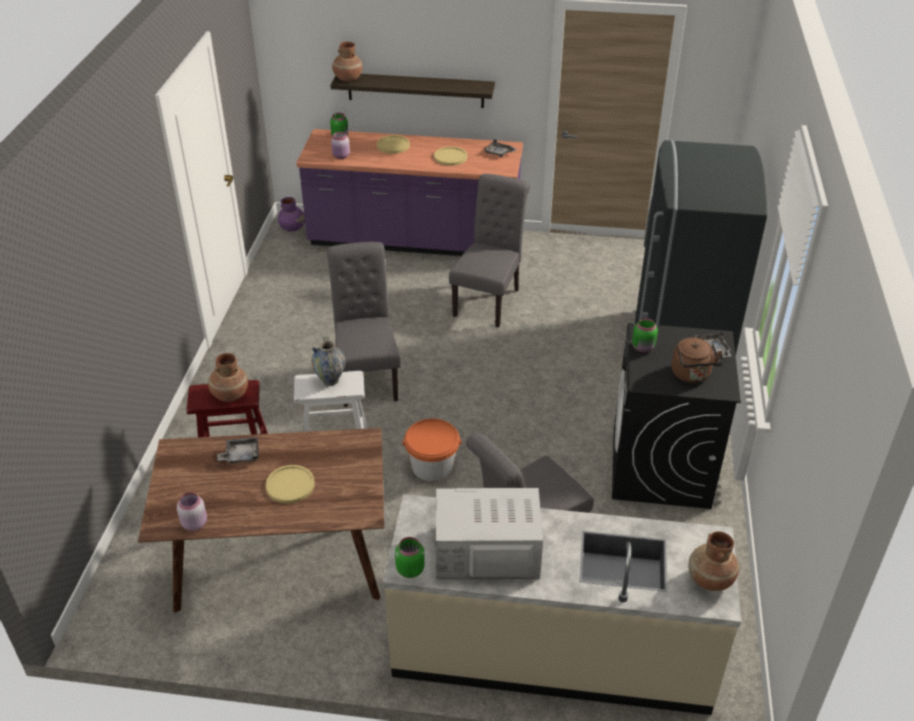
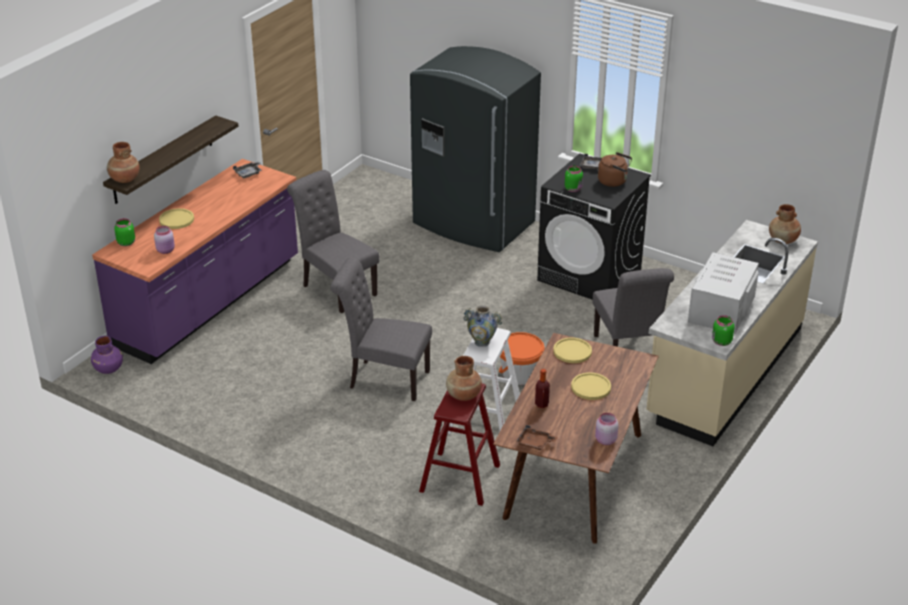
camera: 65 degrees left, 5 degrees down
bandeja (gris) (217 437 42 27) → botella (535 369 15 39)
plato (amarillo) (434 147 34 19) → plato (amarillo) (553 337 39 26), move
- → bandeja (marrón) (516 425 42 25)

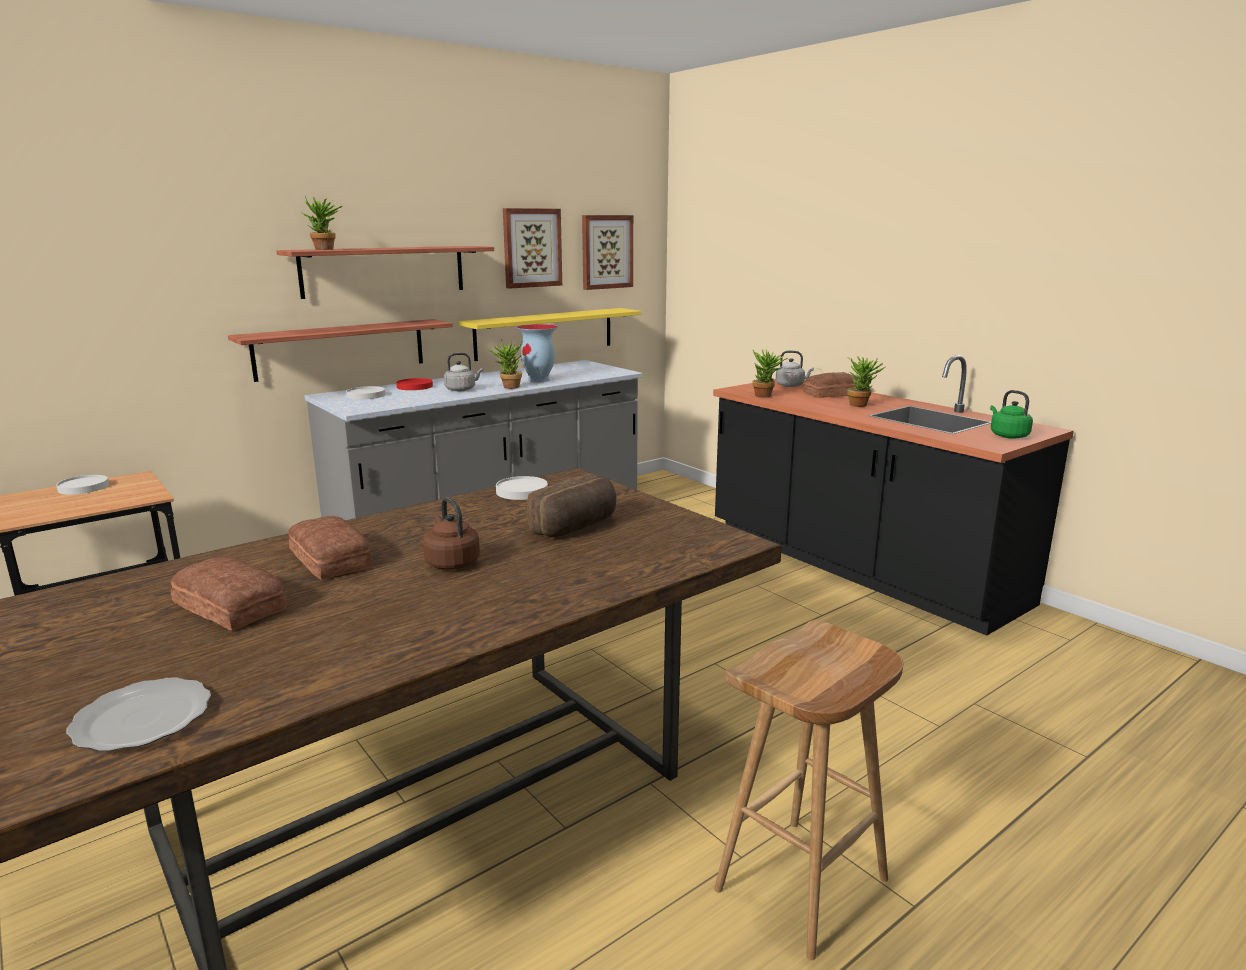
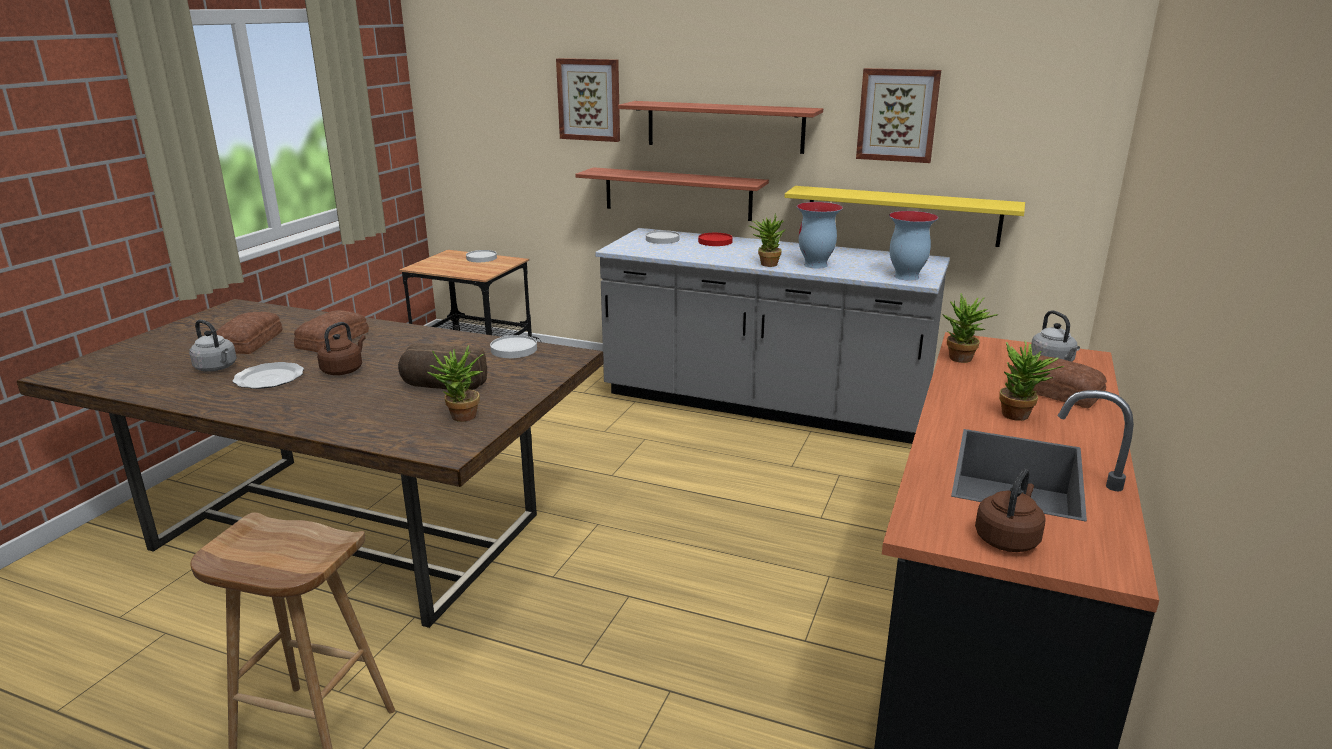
camera: 60 degrees right, 5 degrees up
plato (66 678 145 73) → plato (232 362 72 27), move
planta en maceta (301 196 41 54) → planta en maceta (427 345 57 77), move
hervidor (gris) (444 353 39 38) → hervidor (gris) (189 320 48 52), move
cuadro (582 215 51 75) → cuadro (556 58 64 84), move
hervidor (verde) (990 390 43 49) → hervidor (marrón) (975 469 71 83)
- → florero (889 211 49 70)

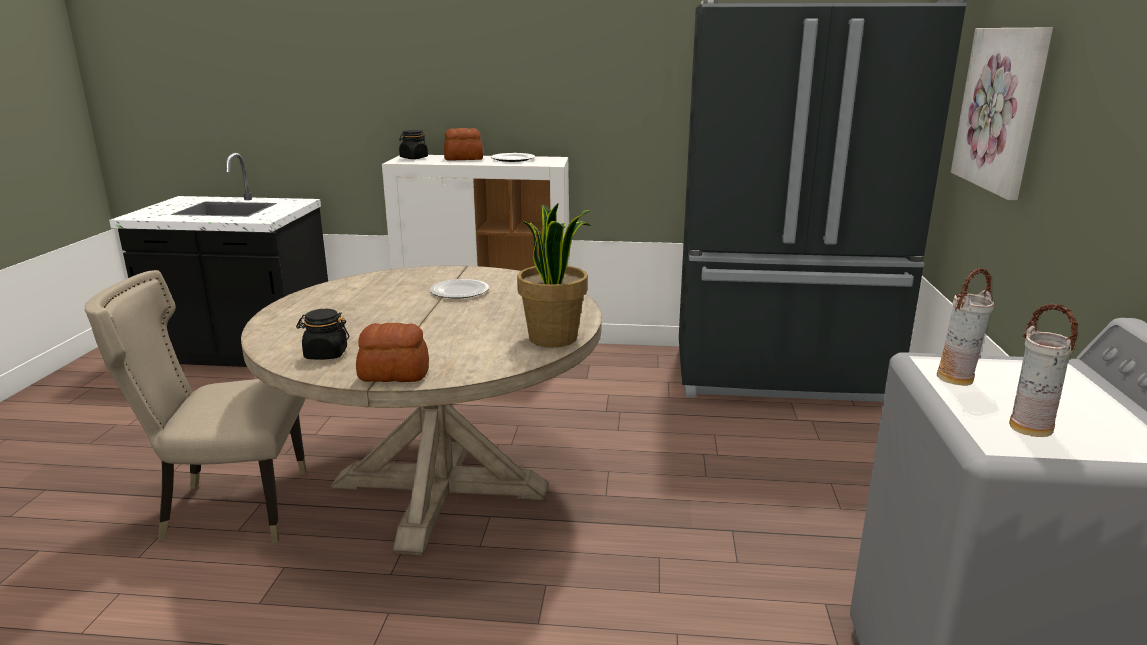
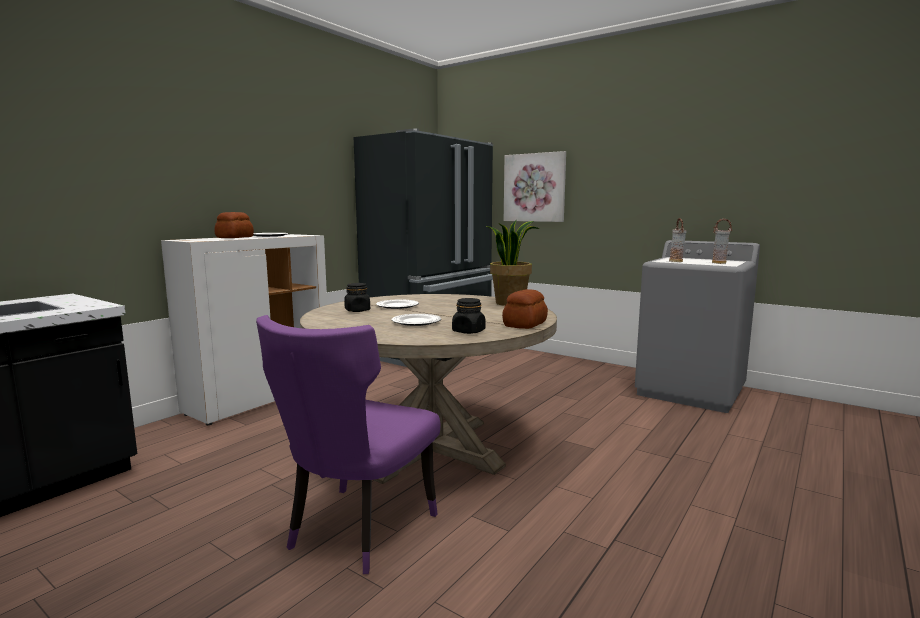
camera: 60 degrees left, 10 degrees down
silla (beis) (85 270 222 274) → silla (morado) (256 315 184 259)
tarro (negro) (399 130 29 29) → tarro (negro) (344 283 26 29), move
- → plato (392 314 49 12)

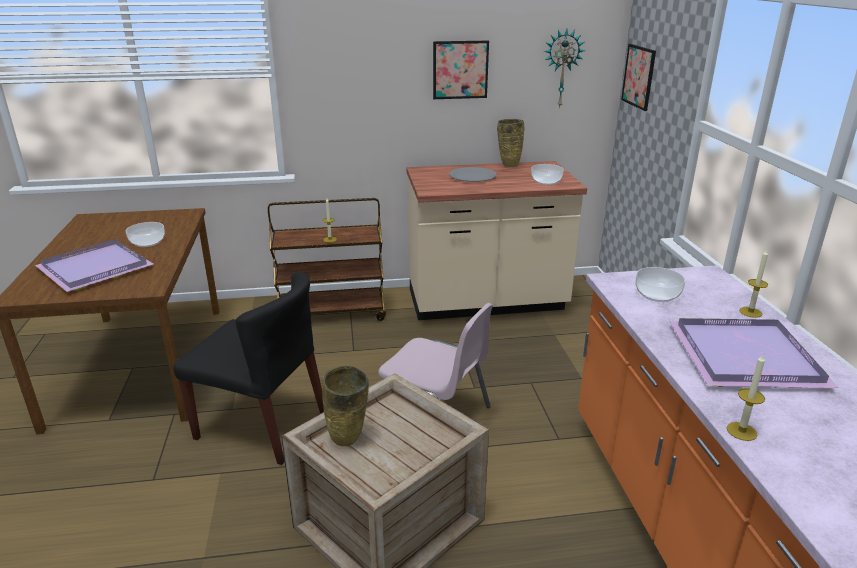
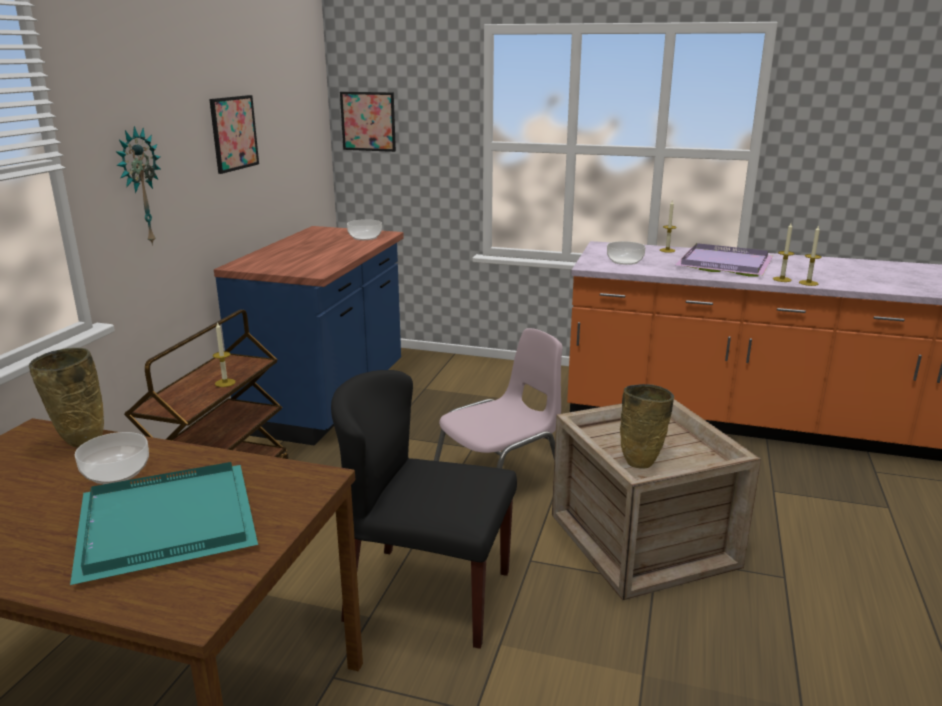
camera: 65 degrees left, 5 degrees down
bandeja (morado) (35 239 118 53) → bandeja (turquesa) (70 462 188 123)
silla (negro) (174 272 150 193) → silla (negro) (331 370 186 279), 120 degrees counterclockwise
mueble bajo de cocina (beis) (407 161 180 159) → mueble bajo de cocina (azul) (214 226 190 219)
plato (gris) (450 167 47 15) → -
florero (beis) (497 119 27 48) → florero (beis) (29 348 75 100), move
reloj de pared (544 29 41 79) → reloj de pared (116 126 45 120), move
- → vela (773 223 21 59)

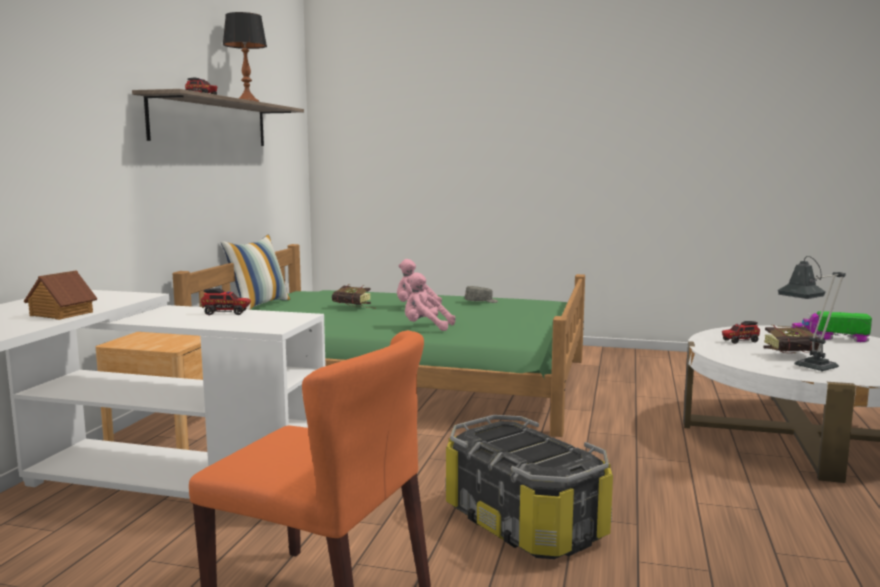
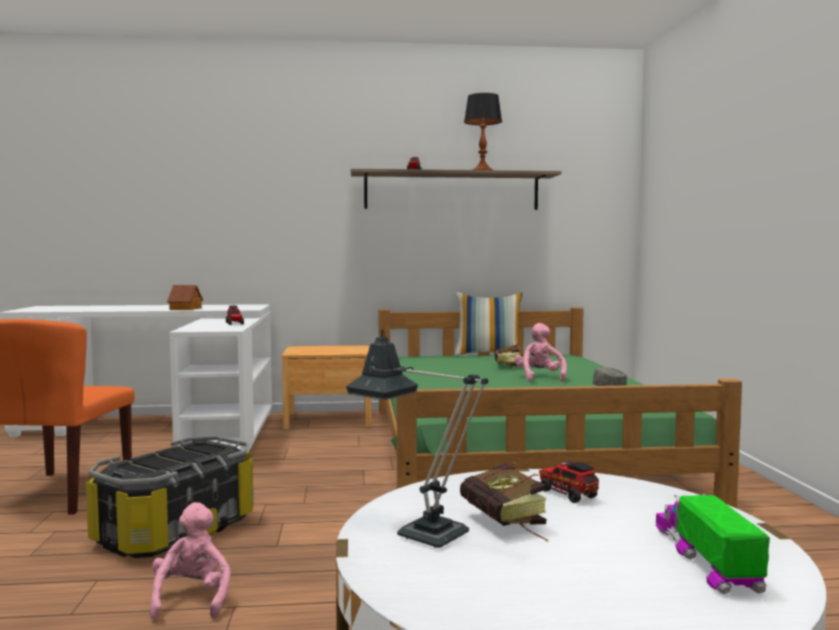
camera: 70 degrees right, 5 degrees down
peluche (rosa) (405 272 50 59) → peluche (rosa) (149 502 82 117), move

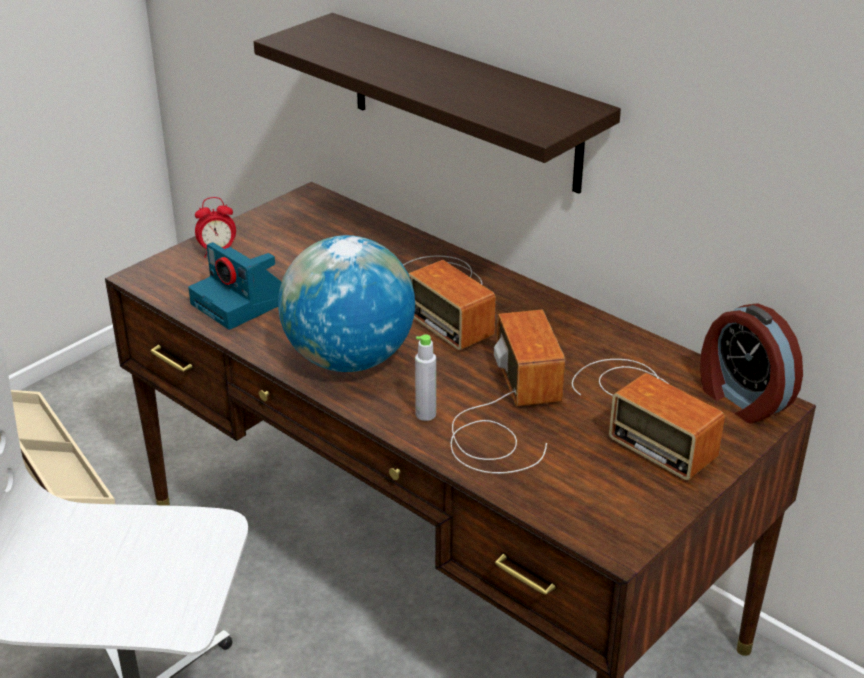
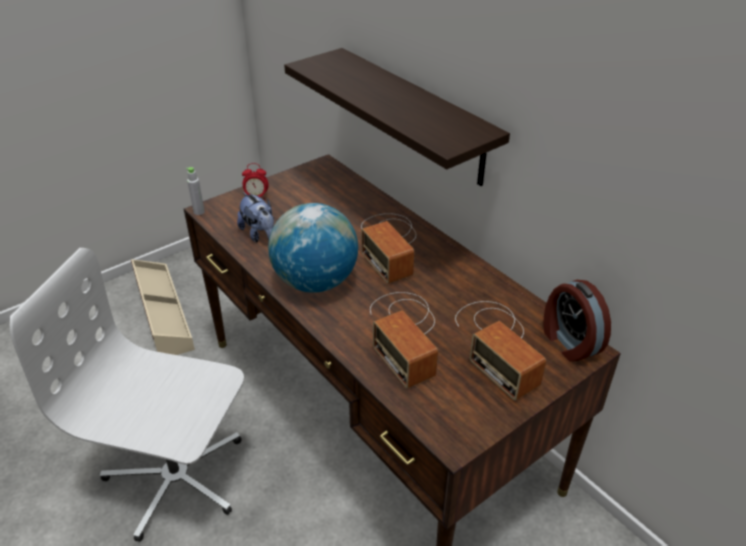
camera: 10 degrees right, 5 degrees up
cámara (188 242 94 88) → peluche (237 192 37 51)
botella (gris) (415 334 21 87) → botella (gris) (186 167 19 48), move
radio (451 310 114 164) → radio (370 292 68 97), 150 degrees clockwise

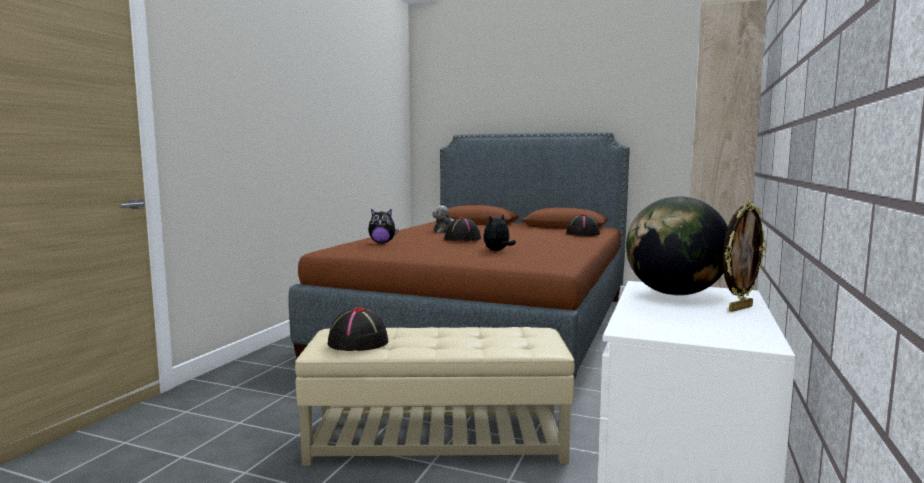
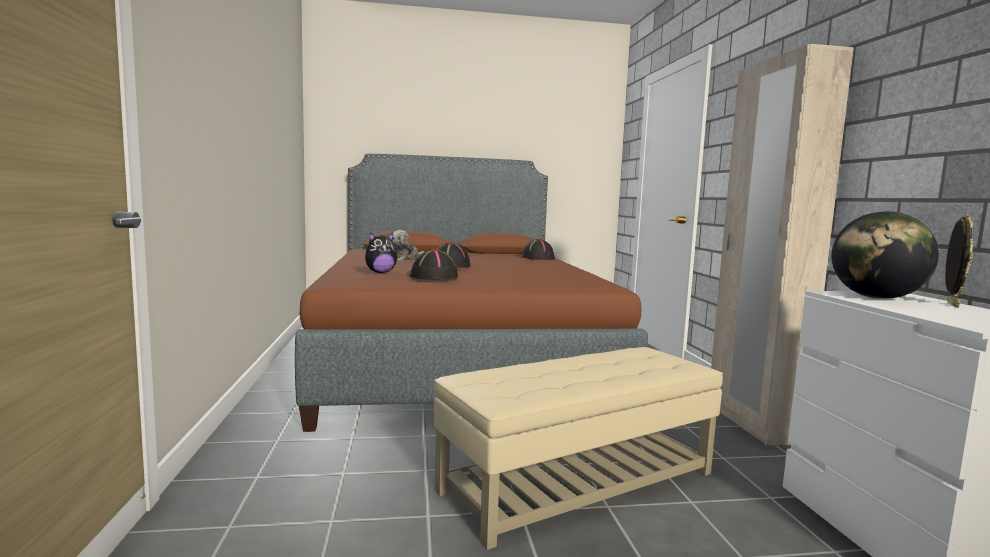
camera: 30 degrees left, 0 degrees up
sombrero (negro) (327 307 61 44) → sombrero (negro) (410 249 48 31), move
peluche (483 215 33 36) → -

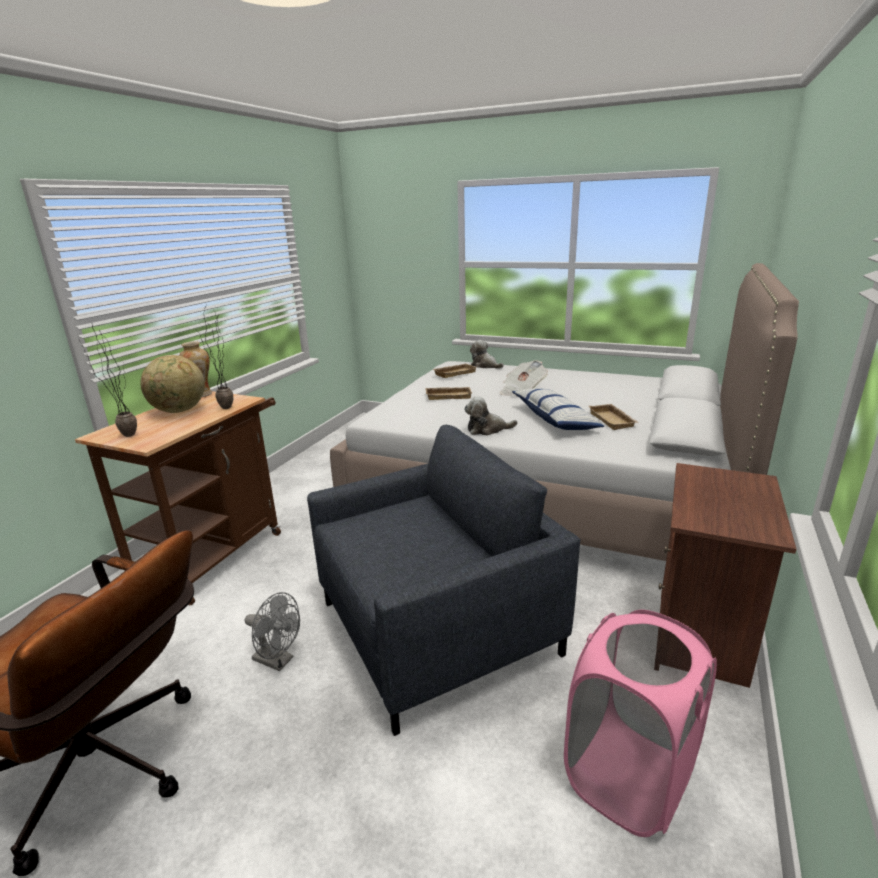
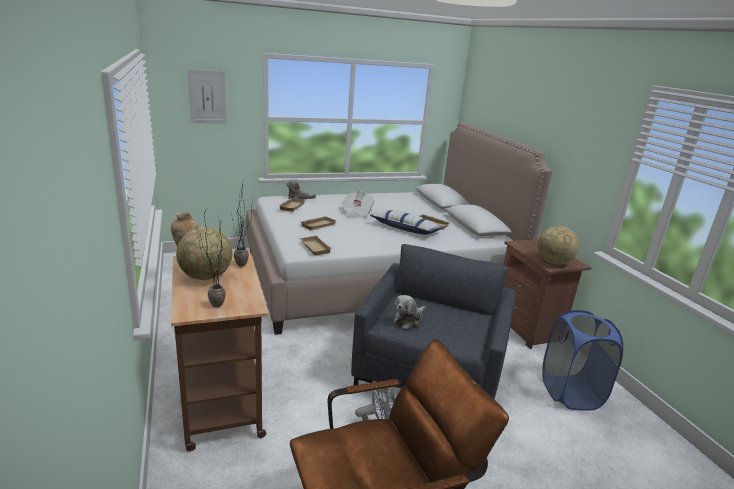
camera: 45 degrees left, 0 degrees up
peluche (464 396 54 40) → peluche (394 295 32 35), move
cesto de la ropa (rosa) (564 610 153 227) → cesto de la ropa (azul) (542 310 81 101)
- → cuadro (188 69 39 54)
- → bandeja (beis) (299 235 34 20)
- → globo terráqueo (537 226 42 39)

